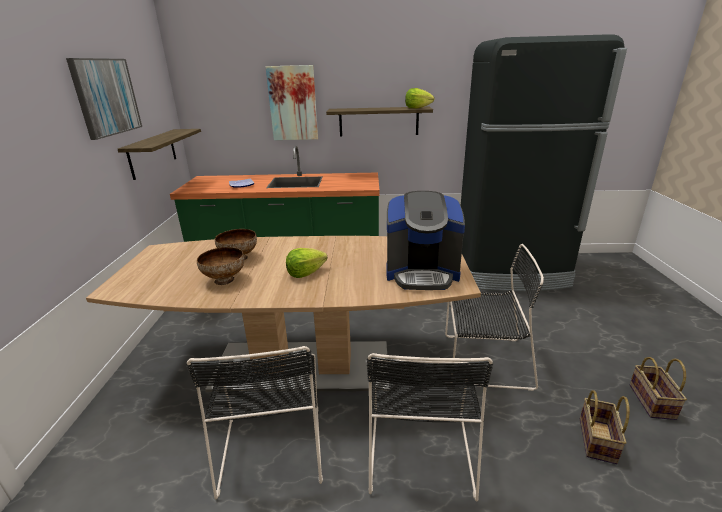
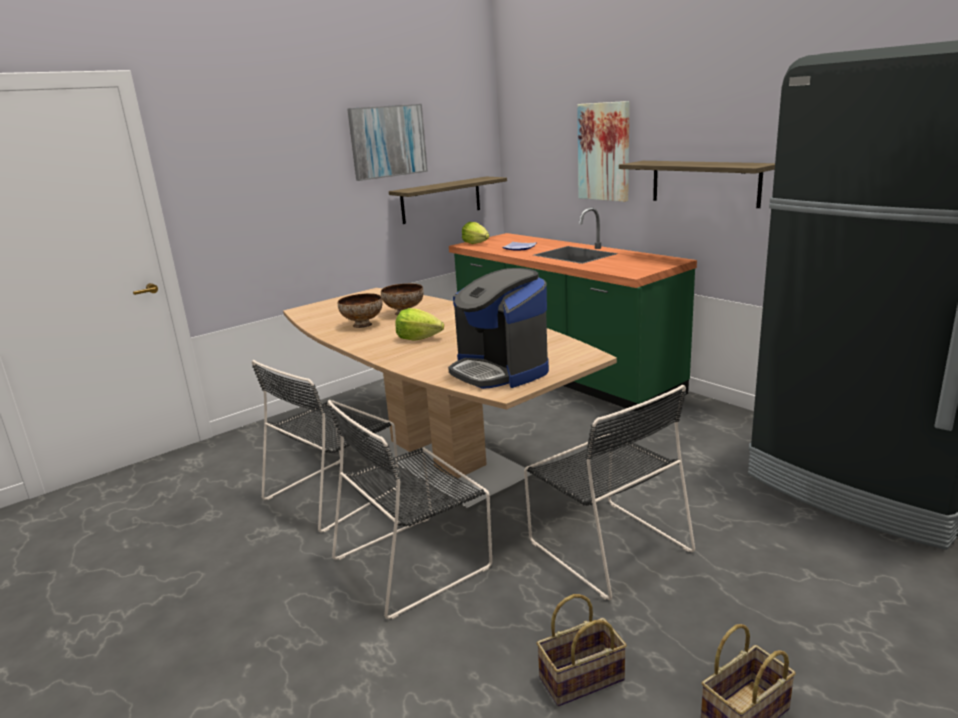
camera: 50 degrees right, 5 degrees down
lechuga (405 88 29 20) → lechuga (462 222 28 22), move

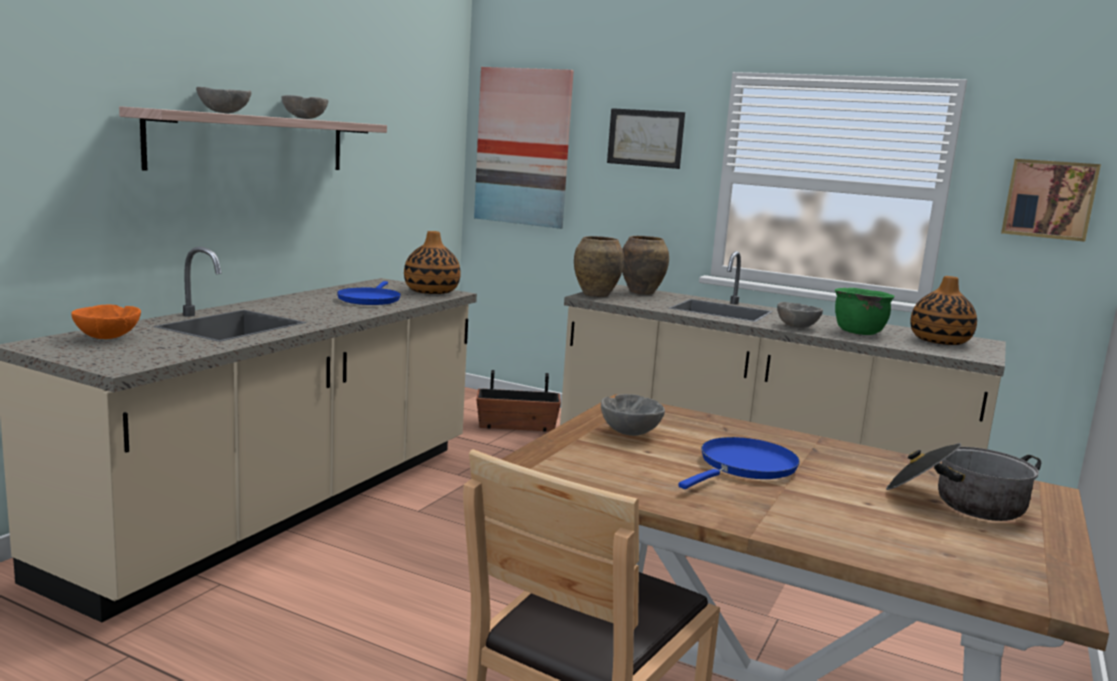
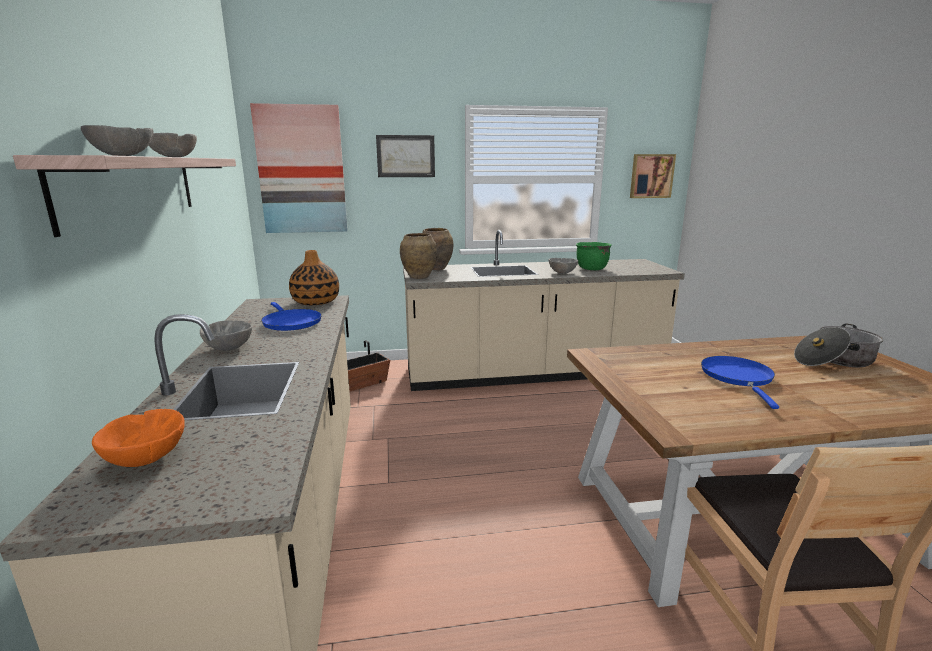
camera: 35 degrees left, 5 degrees up
cuenco (gris) (601 394 64 42) → cuenco (gris) (200 320 52 31), move
florero (910 276 67 69) → -

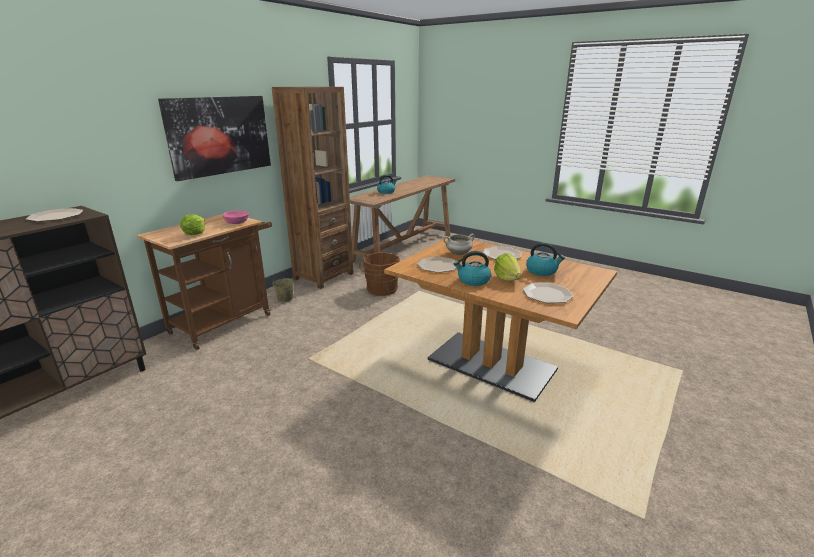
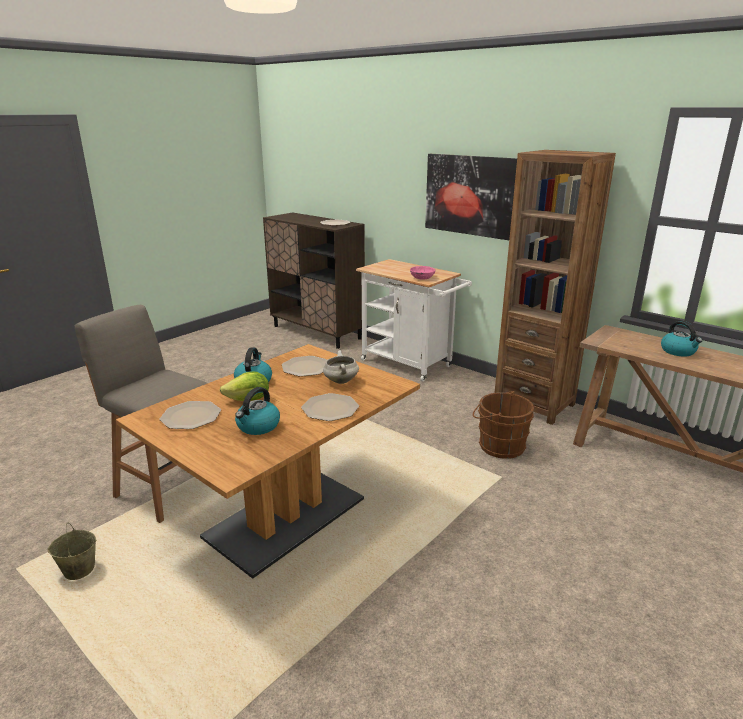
camera: 95 degrees right, 0 degrees up
carrito (marrón) (137 214 135 136) → carrito (blanco) (356 259 116 123)
lechuga (180 214 25 21) → -
cubo (beis) (273 271 21 31) → cubo (beis) (47 523 49 57), move
- → taburete (gris) (75 305 133 218)

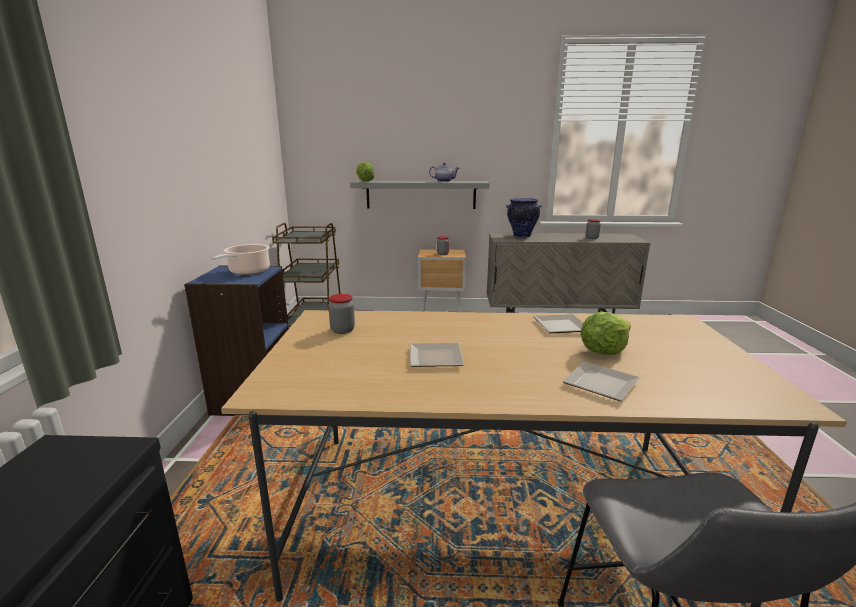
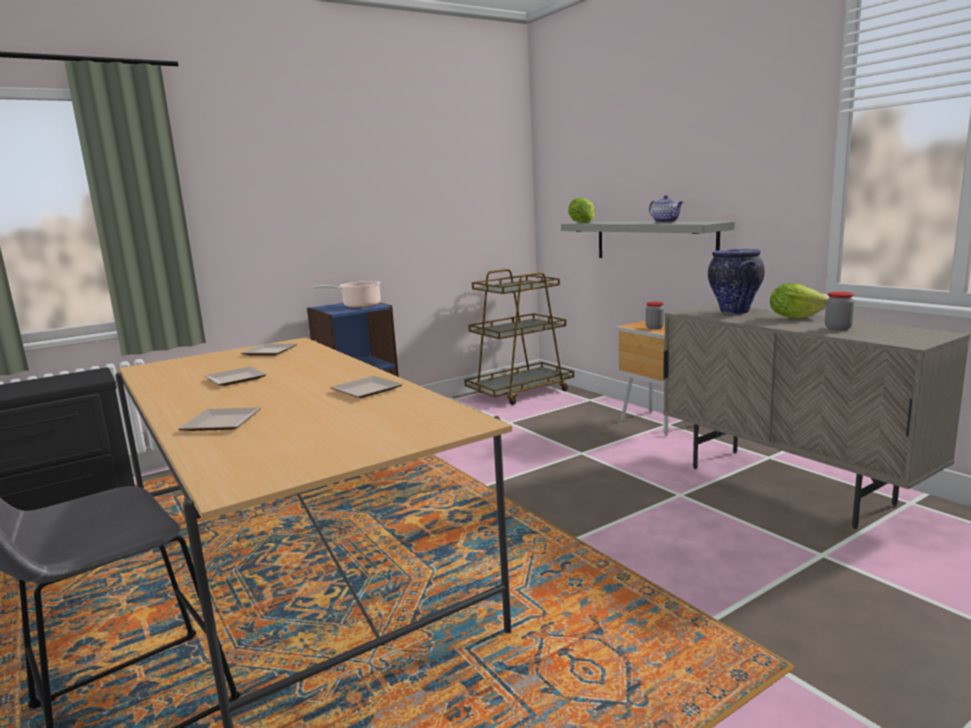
camera: 55 degrees right, 5 degrees down
tarro (328 294 27 40) → plato (241 344 56 12)
lechuga (581 312 50 43) → lechuga (770 283 59 36), move

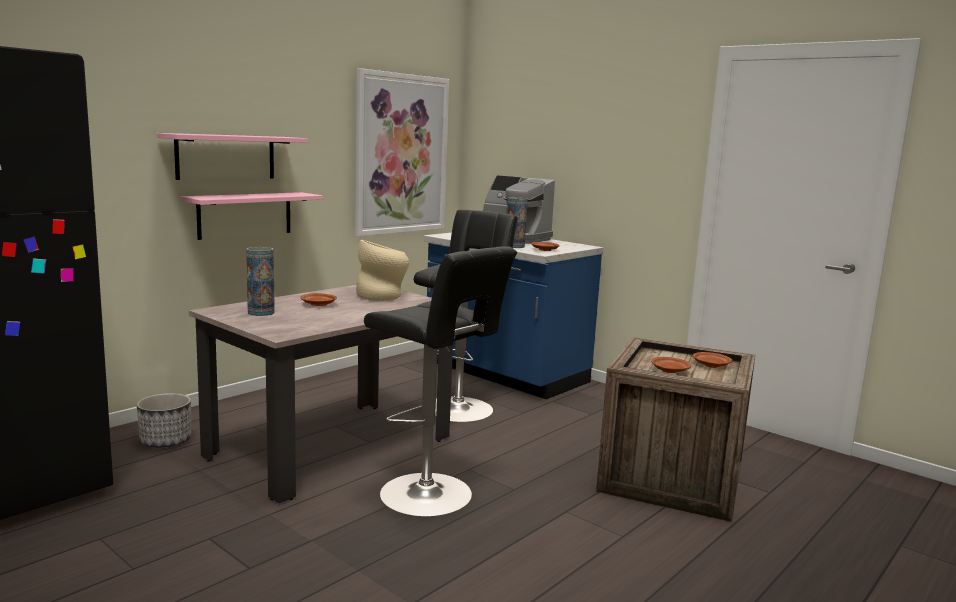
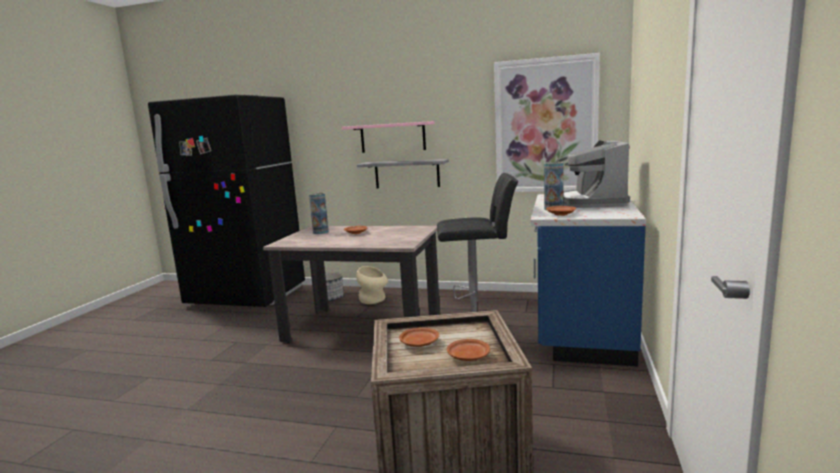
camera: 65 degrees right, 0 degrees up
estante (rosa) (180 192 143 48) → estante (gris) (357 159 92 29)
florero (beis) (356 240 53 61) → florero (beis) (356 266 32 38), move
taburete (negro) (364 246 153 271) → -

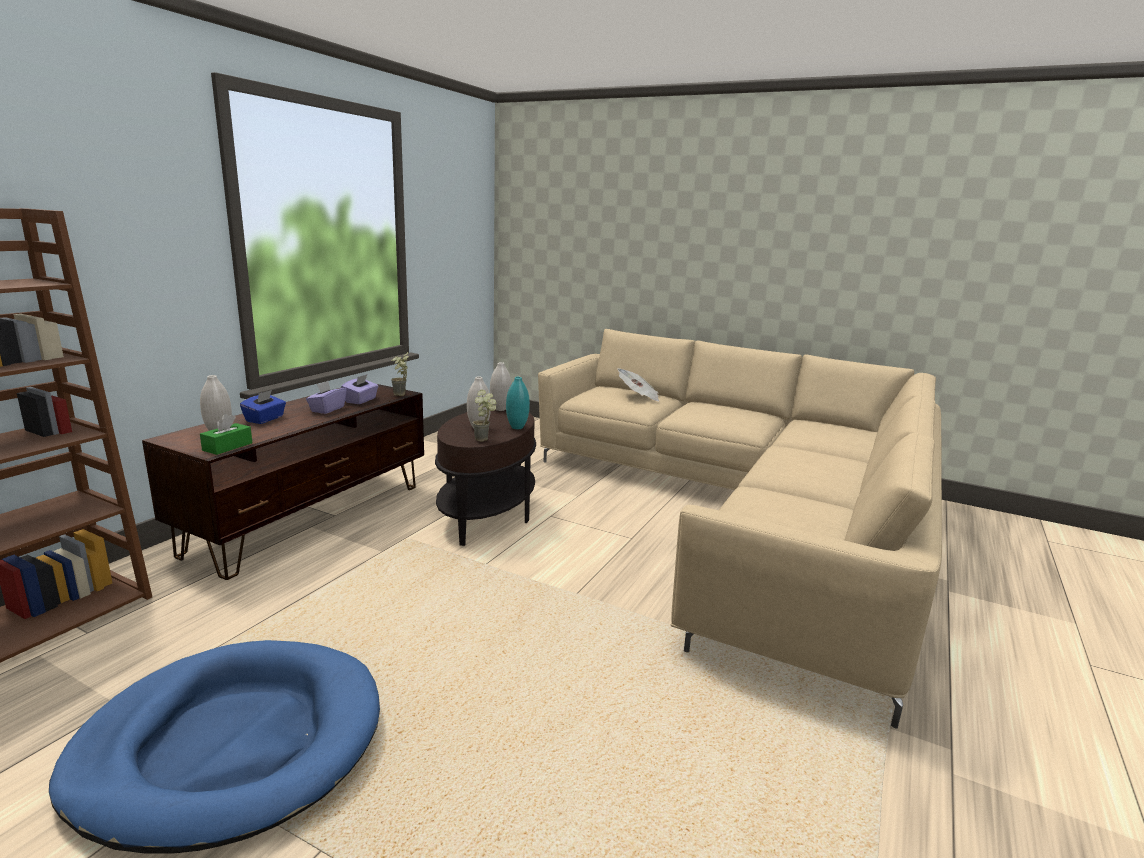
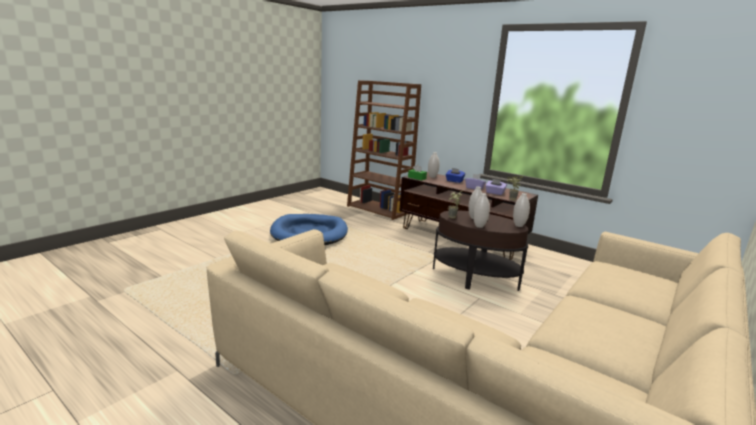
camera: 100 degrees right, 0 degrees up
florero (turquesa) (506 377 24 52) → florero (blanco) (473 193 17 35)
periódico (617 368 42 34) → -

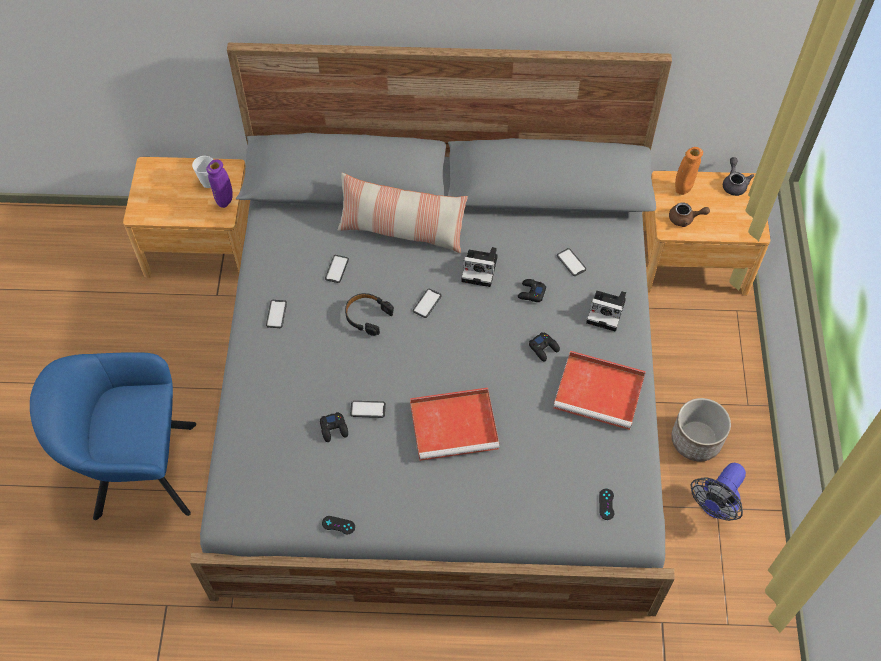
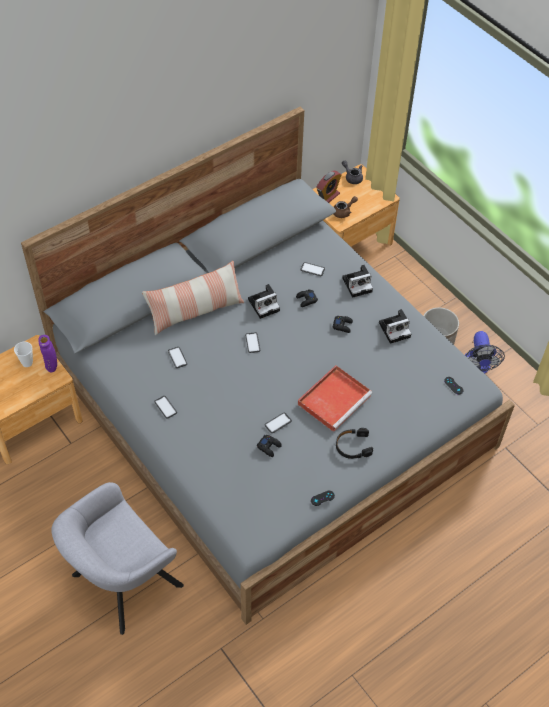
camera: 40 degrees left, 5 degrees down
sillón (azul) (30 352 166 168) → sillón (gris) (51 482 133 153)
auriculares (negro) (345 293 49 43) → auriculares (negro) (336 428 37 31), move
bandeja (rojo) (553 351 93 79) → cámara (379 309 32 35)
florero (naranja) (675 147 28 48) → despertador (316 171 26 32)

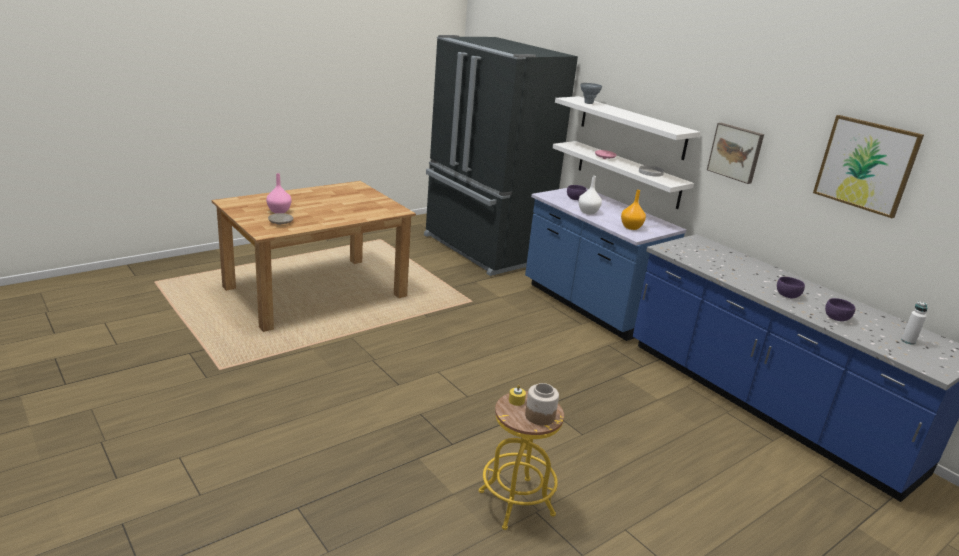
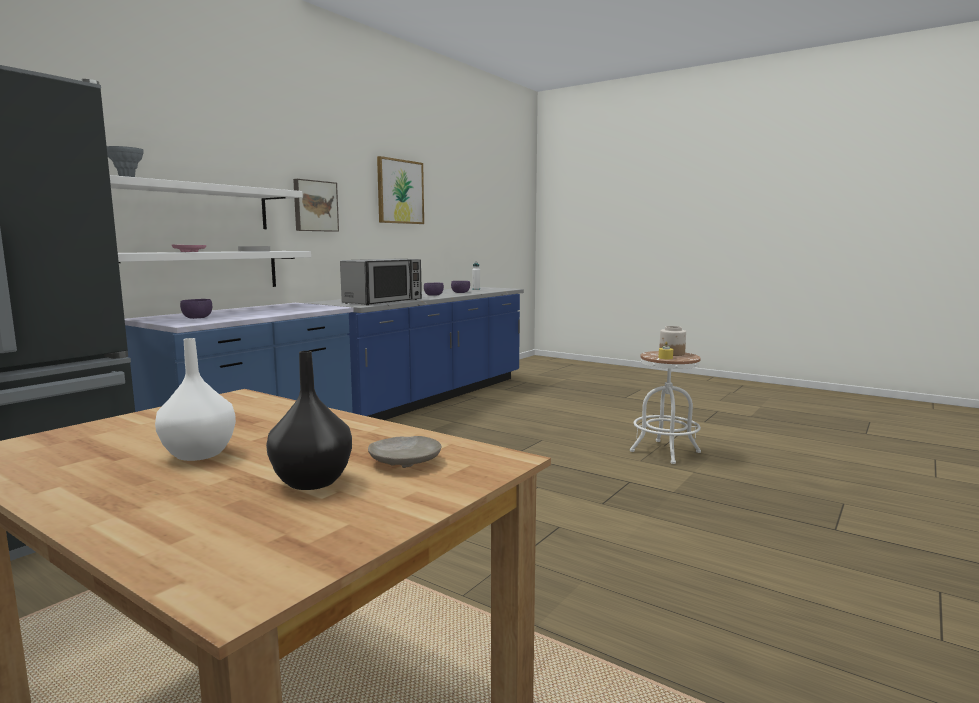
camera: 105 degrees left, 15 degrees down
florero (rosa) (266 173 26 40) → florero (negro) (266 351 86 139)
taburete (amarillo) (479 391 85 139) → taburete (blanco) (630 351 71 113)
florero (blanco) (578 176 24 38) → florero (blanco) (155 338 81 123), move
florero (naranja) (621 190 25 40) → -
- → microondas (340 259 82 46)

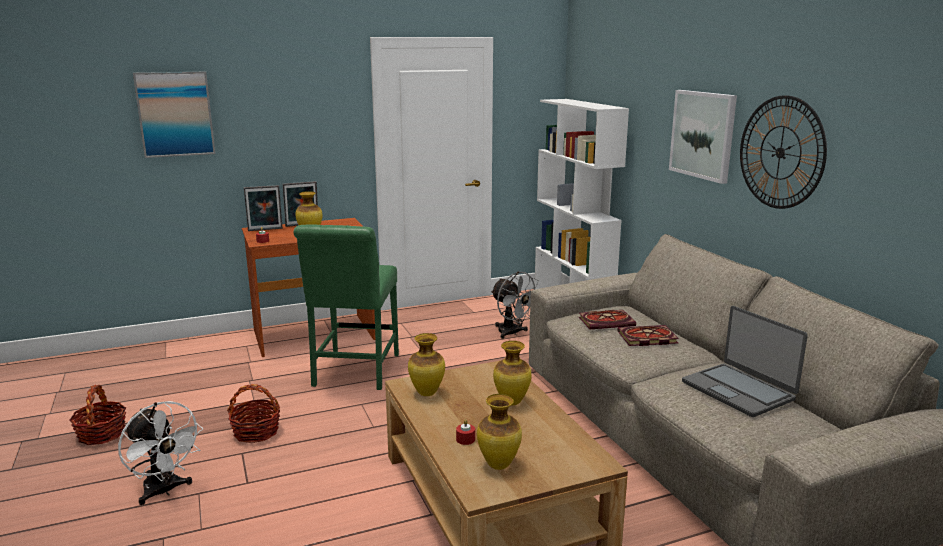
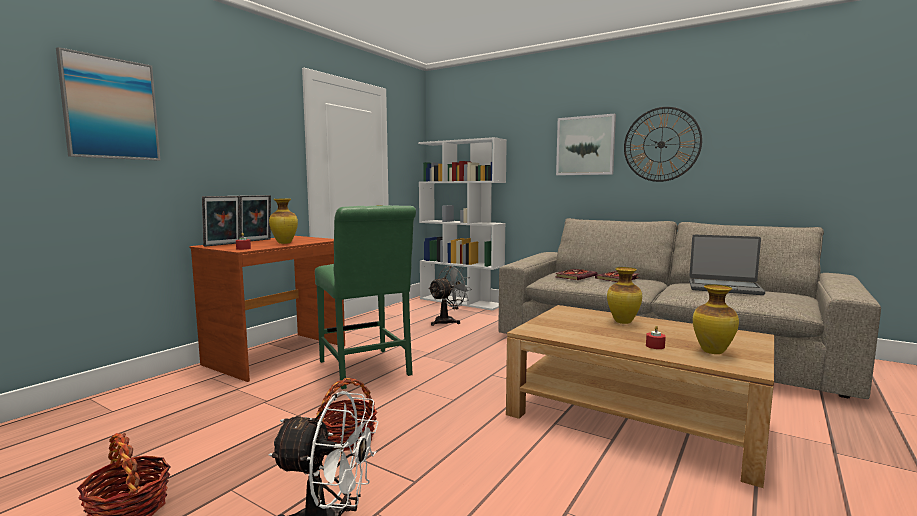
camera: 35 degrees left, 10 degrees down
florero (408 333 37 63) → -
ventilador (gris) (491 272 48 67) → ventilador (gris) (428 266 44 60), 60 degrees counterclockwise

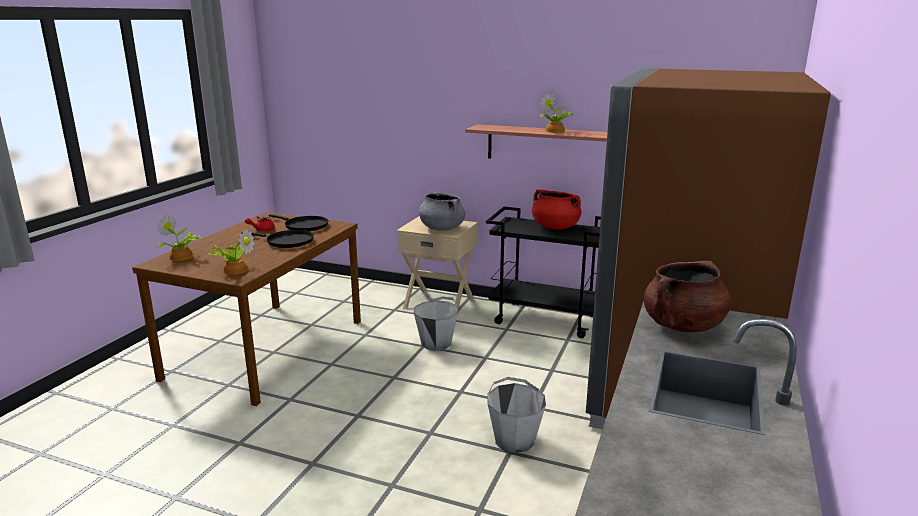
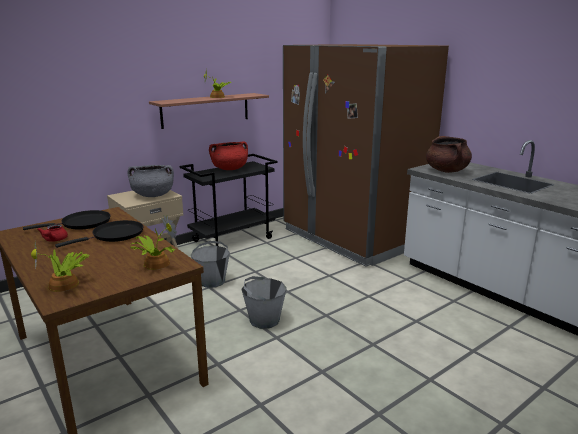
camera: 60 degrees left, 0 degrees up
cubo (gris) (487 377 59 76) → cubo (gris) (241 276 46 53), move

